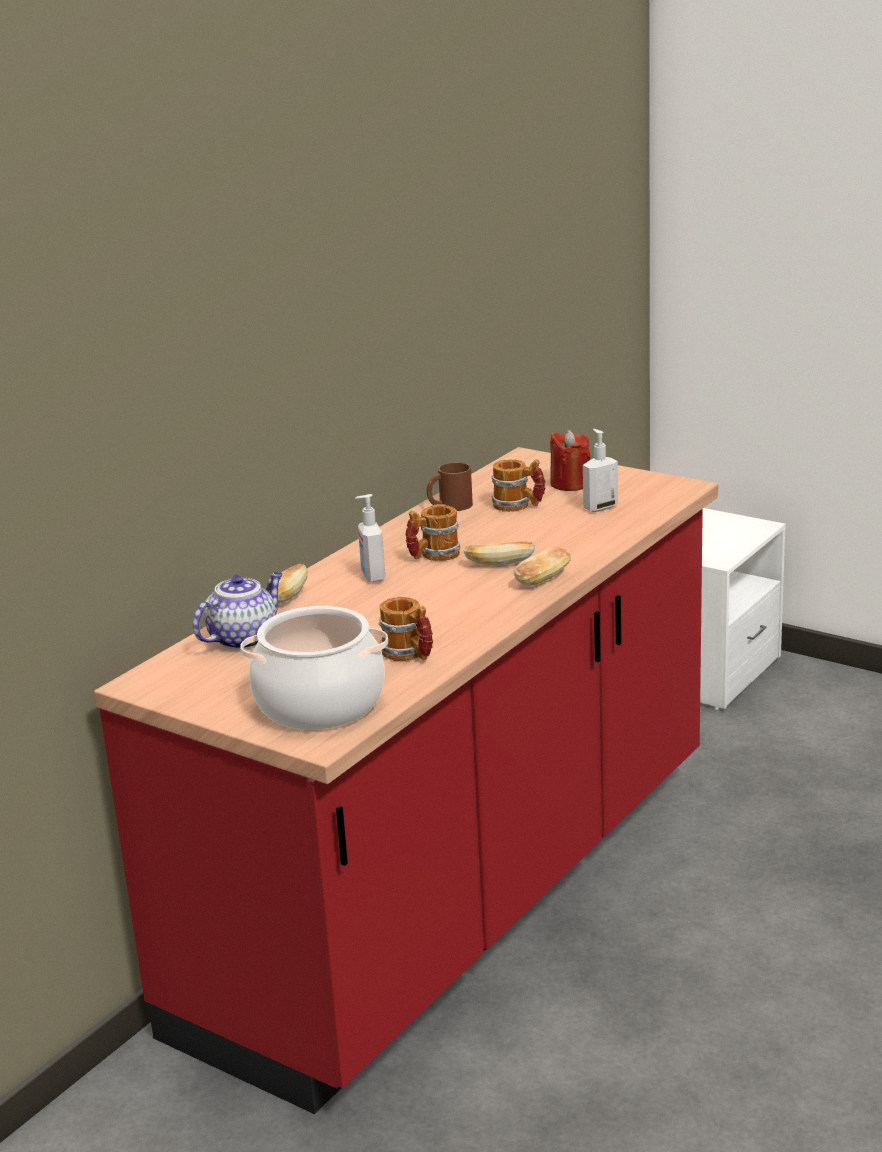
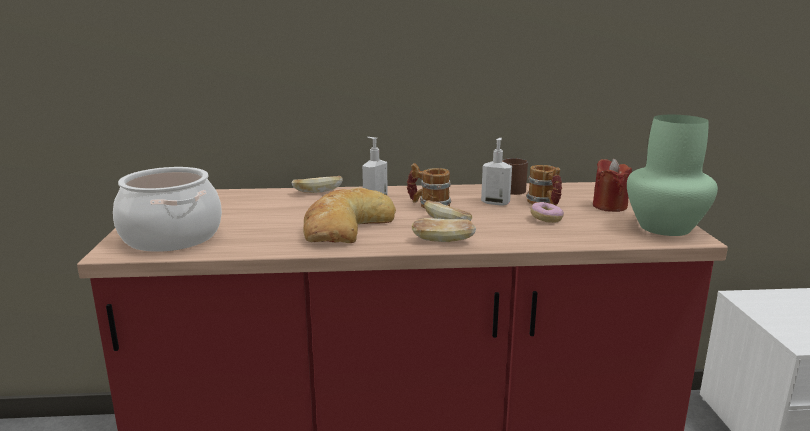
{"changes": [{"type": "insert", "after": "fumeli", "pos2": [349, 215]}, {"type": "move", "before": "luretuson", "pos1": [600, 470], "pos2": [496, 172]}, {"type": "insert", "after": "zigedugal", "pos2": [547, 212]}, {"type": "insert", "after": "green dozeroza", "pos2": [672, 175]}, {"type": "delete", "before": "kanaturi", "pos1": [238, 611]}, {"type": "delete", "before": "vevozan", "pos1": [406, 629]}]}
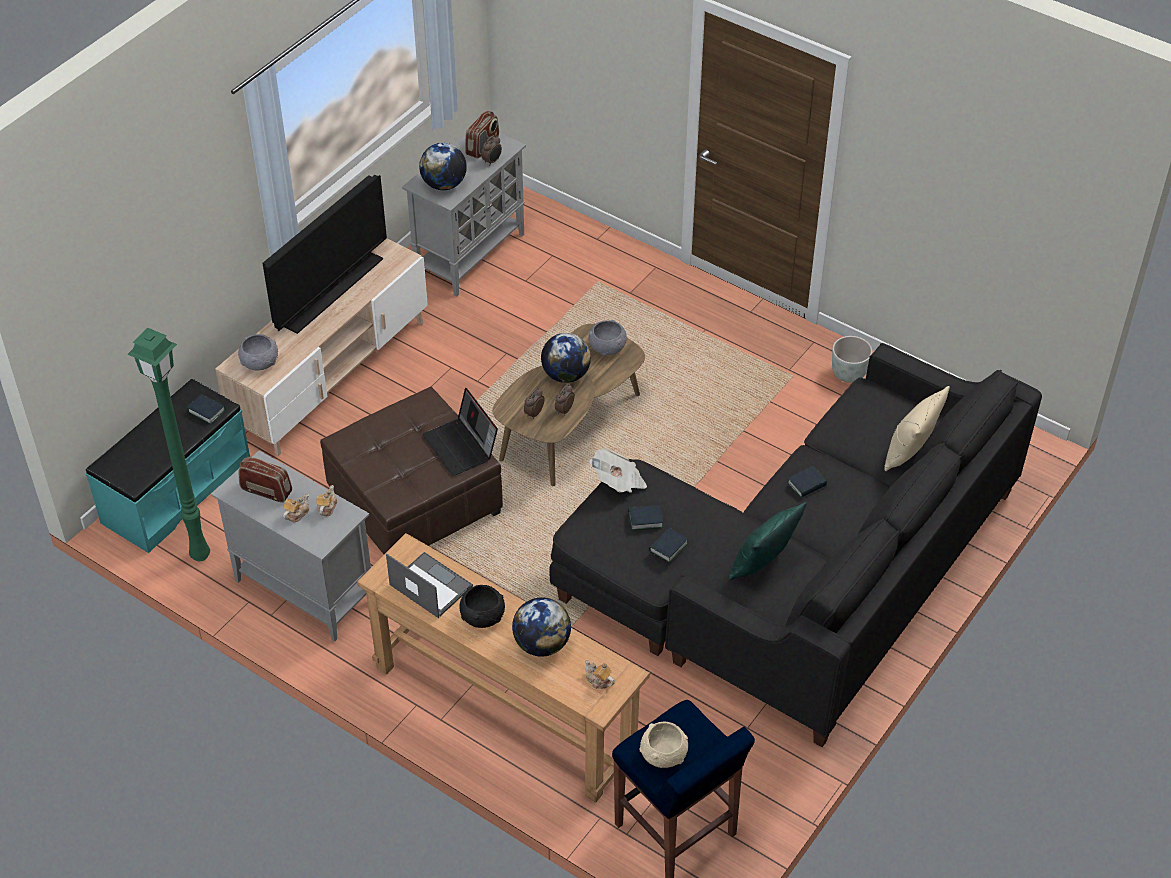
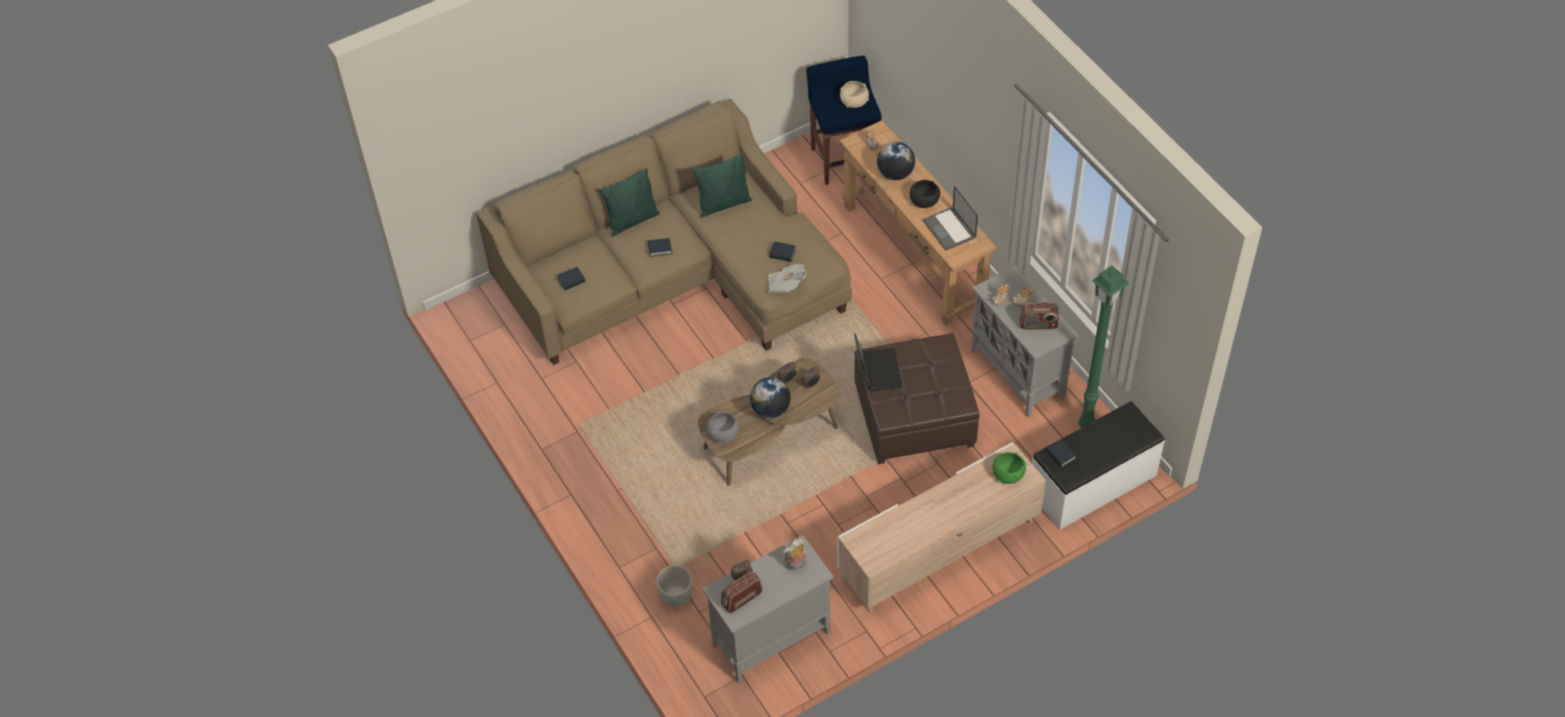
{"changes": [{"type": "recolor", "before": "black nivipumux", "after": "beige nivipumux", "pos1": [796, 545], "pos2": [664, 232]}, {"type": "move", "before": "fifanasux", "pos1": [668, 545], "pos2": [571, 278]}, {"type": "insert", "after": "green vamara", "pos2": [629, 202]}, {"type": "move", "before": "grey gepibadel", "pos1": [852, 359], "pos2": [674, 585]}, {"type": "replace", "before": "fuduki", "after": "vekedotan", "pos1": [443, 166], "pos2": [794, 554]}, {"type": "recolor", "before": "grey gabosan", "after": "green gabosan", "pos1": [258, 352], "pos2": [1009, 468]}, {"type": "rotate", "before": "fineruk", "pos1": [265, 480], "pos2": [1039, 315], "turn": -45}, {"type": "recolor", "before": "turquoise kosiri", "after": "white kosiri", "pos1": [168, 466], "pos2": [1098, 465]}, {"type": "delete", "before": "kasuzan", "pos1": [325, 254]}, {"type": "delete", "before": "beige vamara", "pos1": [917, 428]}]}
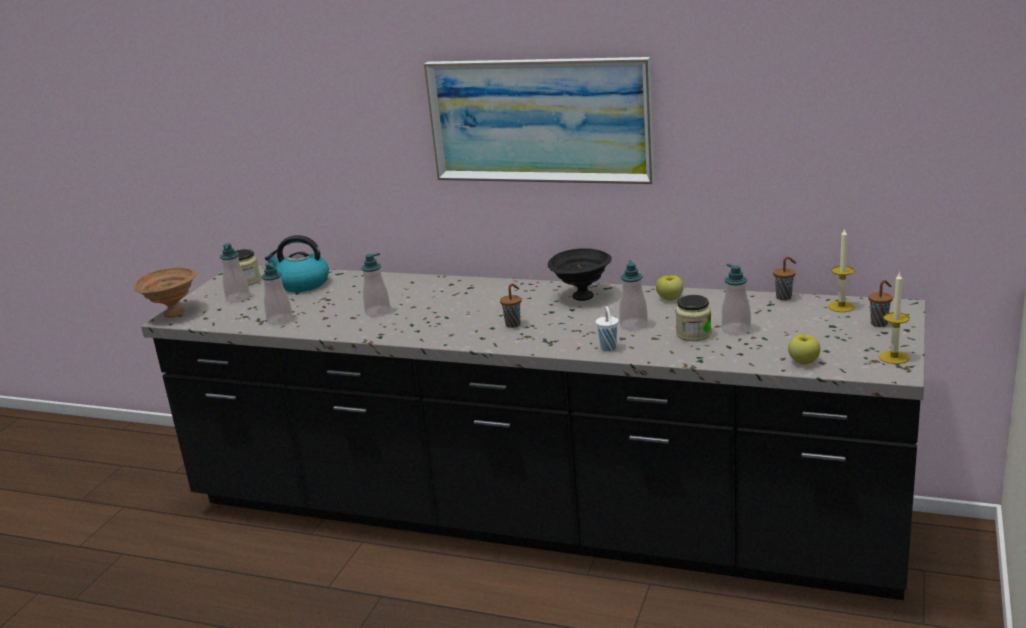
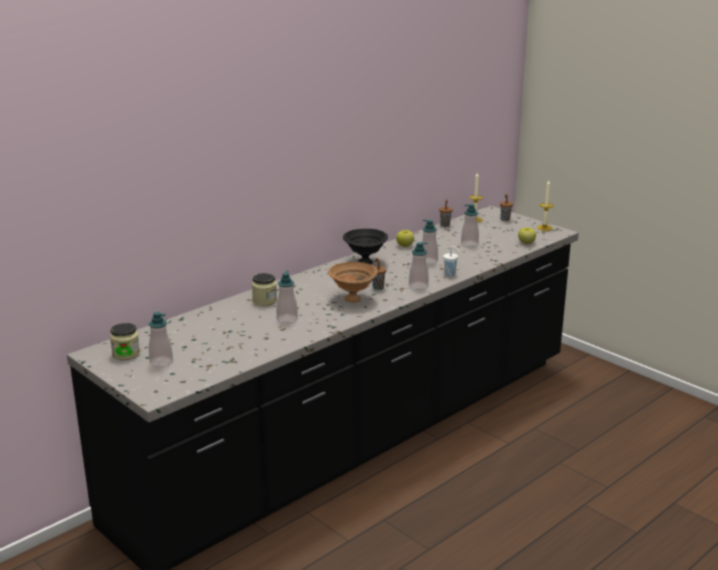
{"changes": [{"type": "move", "before": "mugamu", "pos1": [693, 318], "pos2": [264, 289]}, {"type": "move", "before": "brown gabosan", "pos1": [164, 293], "pos2": [353, 282]}, {"type": "move", "before": "luretuson", "pos1": [277, 294], "pos2": [419, 266]}, {"type": "delete", "before": "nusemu", "pos1": [297, 263]}, {"type": "delete", "before": "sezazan", "pos1": [539, 120]}]}
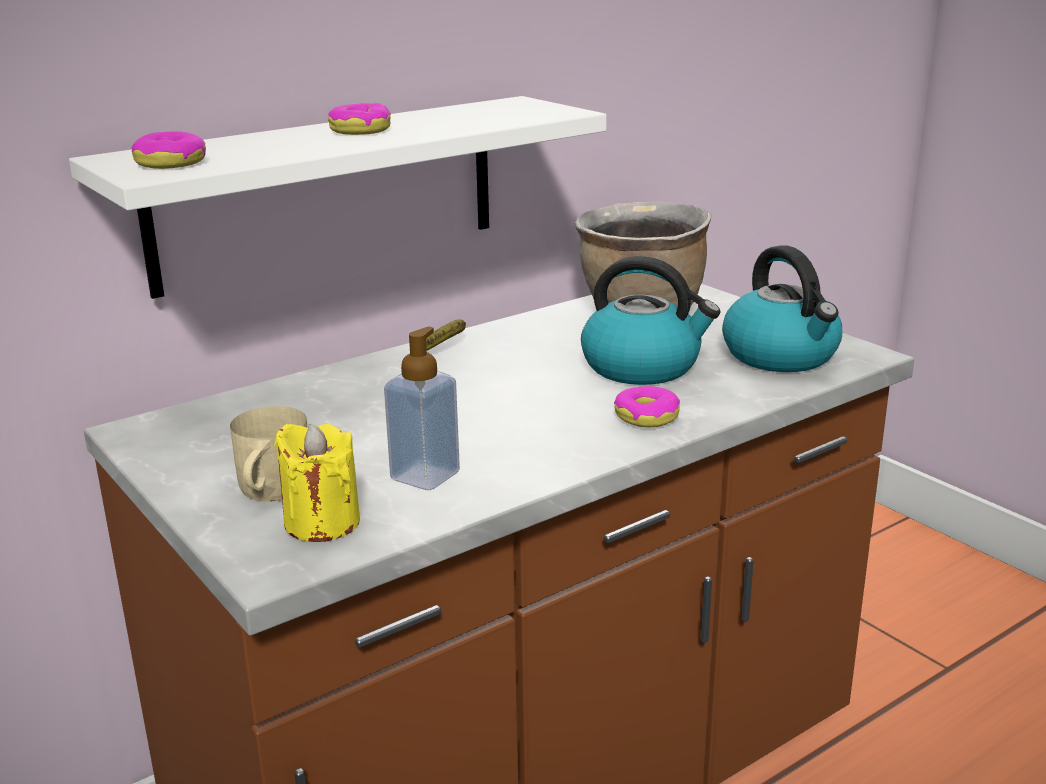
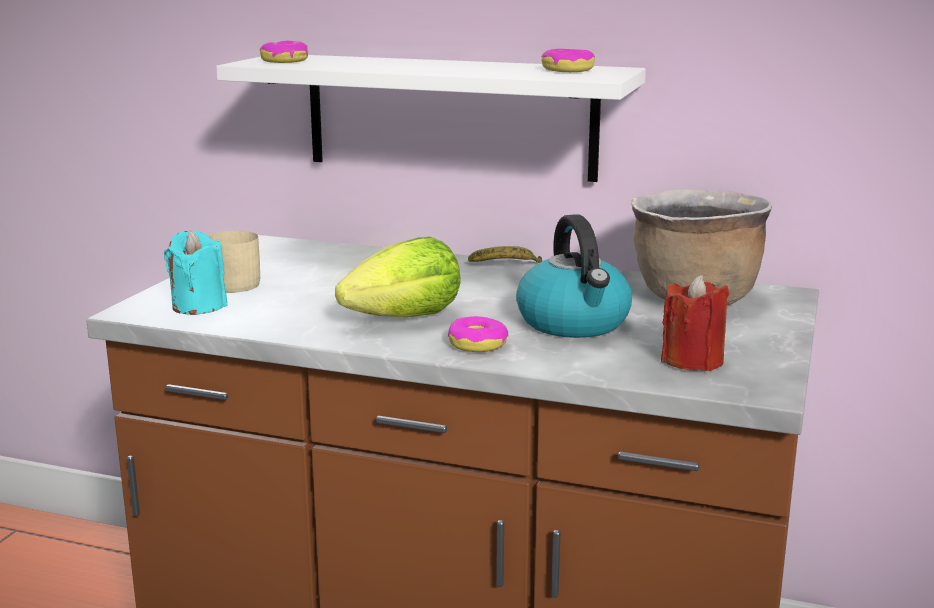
{"changes": [{"type": "recolor", "before": "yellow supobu", "after": "turquoise supobu", "pos1": [317, 483], "pos2": [195, 273]}, {"type": "insert", "after": "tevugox", "pos2": [398, 276]}, {"type": "move", "before": "zigedugal", "pos1": [359, 119], "pos2": [568, 60]}, {"type": "replace", "before": "nusemu", "after": "red supobu", "pos1": [782, 308], "pos2": [695, 323]}, {"type": "delete", "before": "luretuson", "pos1": [422, 408]}]}
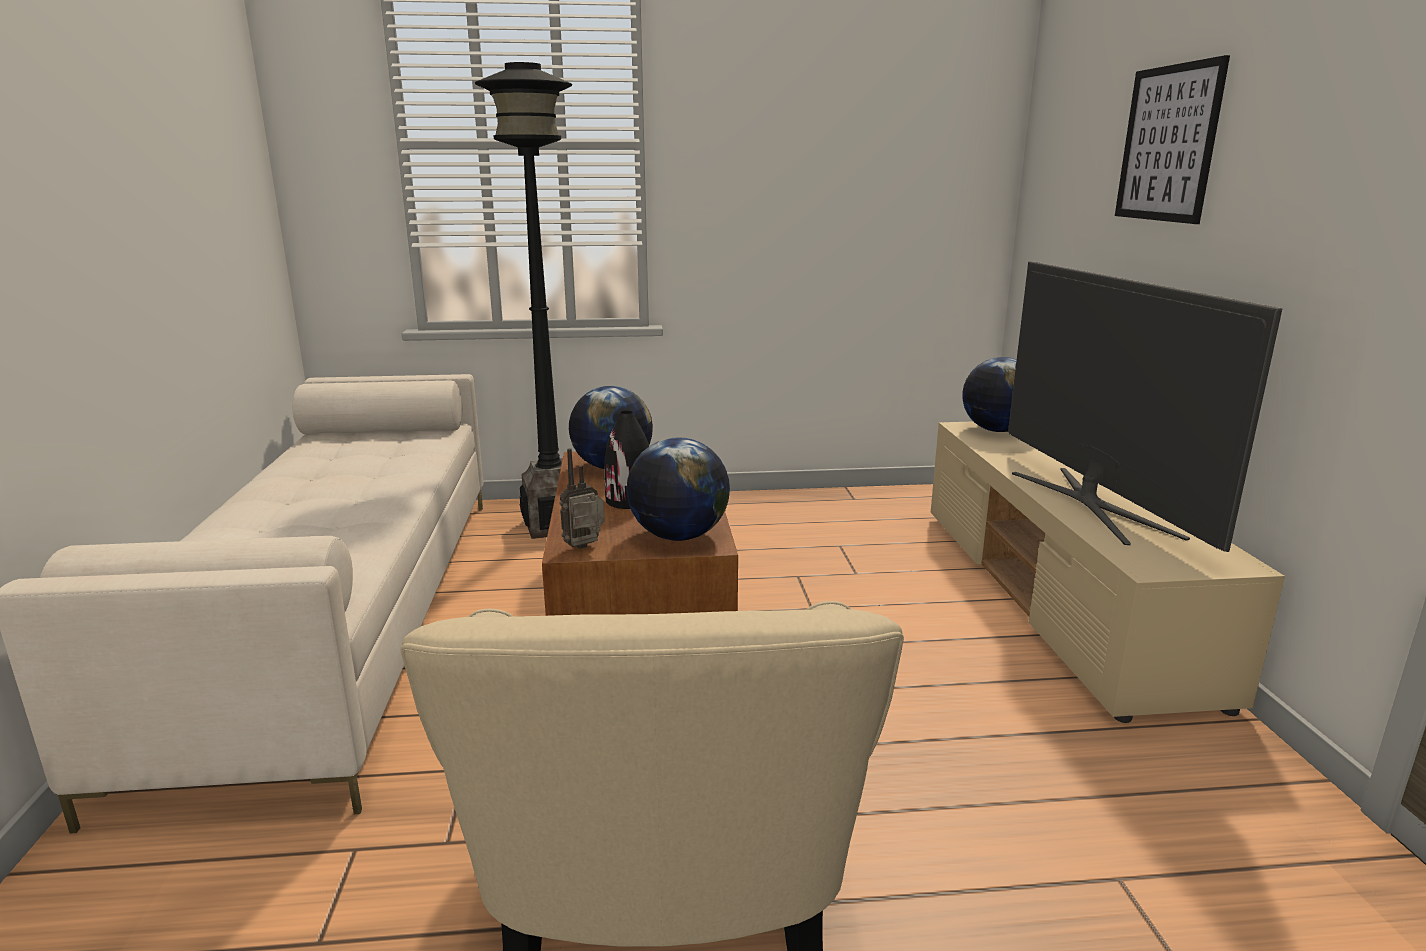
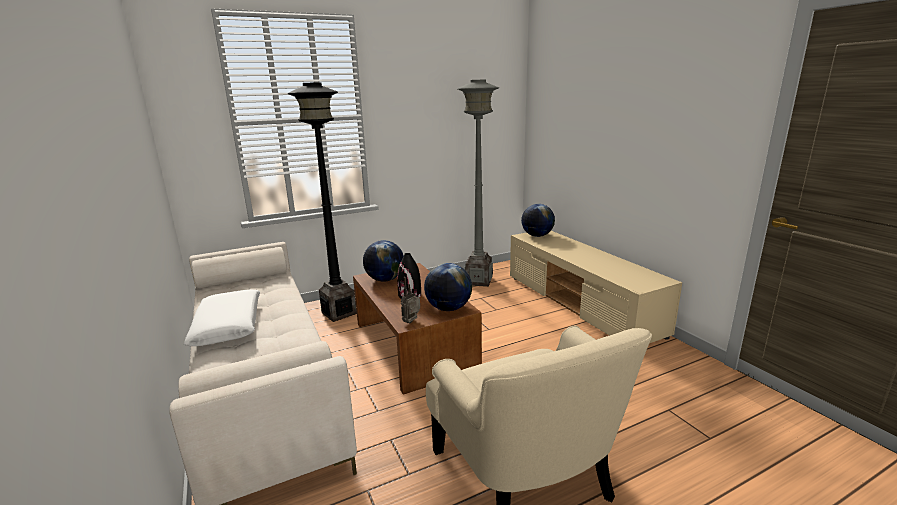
{"changes": [{"type": "insert", "after": "white vamara", "pos2": [222, 318]}, {"type": "insert", "after": "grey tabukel", "pos2": [478, 183]}, {"type": "delete", "before": "kasuzan", "pos1": [1145, 406]}, {"type": "delete", "before": "sezazan", "pos1": [1172, 139]}]}
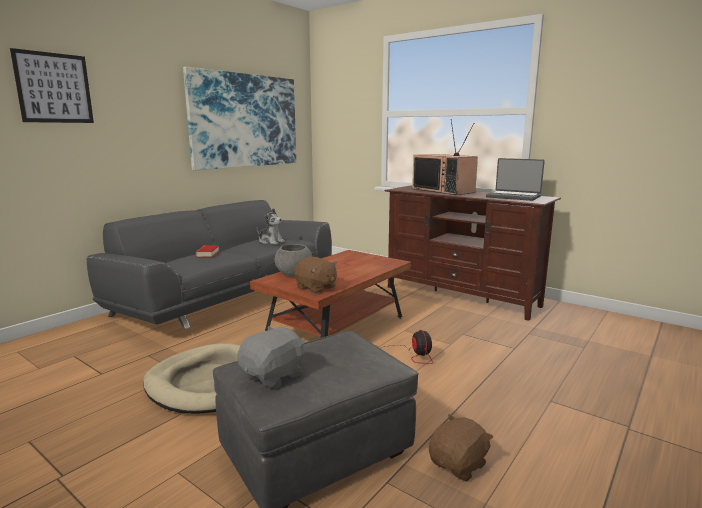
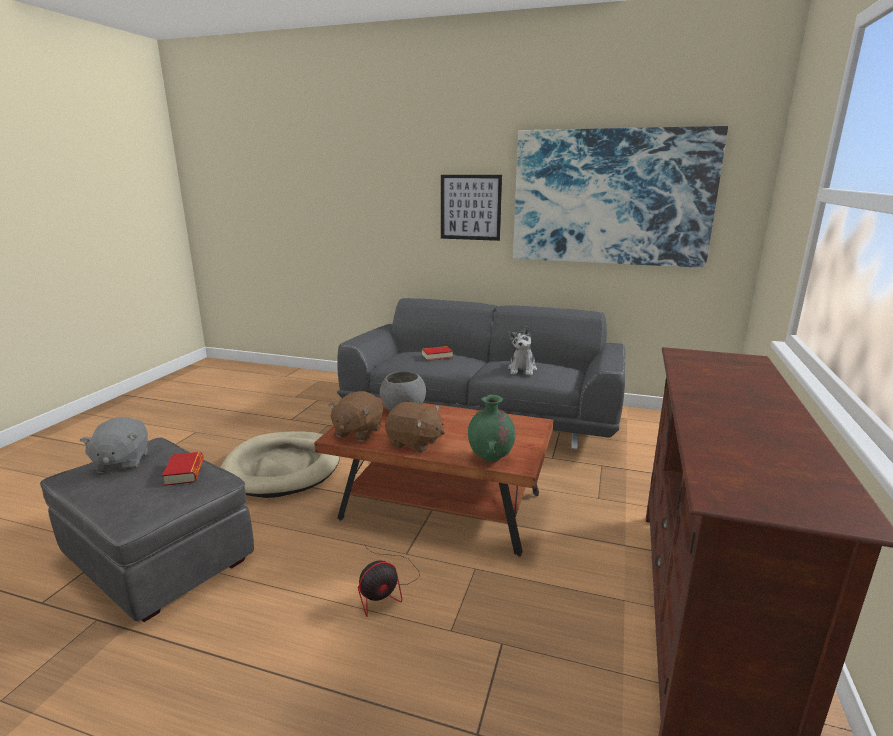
{"changes": [{"type": "rotate", "before": "grey vekedotan", "pos1": [271, 357], "pos2": [114, 445], "turn": 60}, {"type": "insert", "after": "fifanasux", "pos2": [183, 469]}, {"type": "move", "before": "brown vekedotan", "pos1": [461, 447], "pos2": [415, 427]}, {"type": "move", "before": "sezazan", "pos1": [52, 85], "pos2": [471, 208]}, {"type": "insert", "after": "green dozeroza", "pos2": [491, 428]}, {"type": "delete", "before": "kasuzan", "pos1": [445, 157]}, {"type": "delete", "before": "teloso", "pos1": [515, 179]}]}
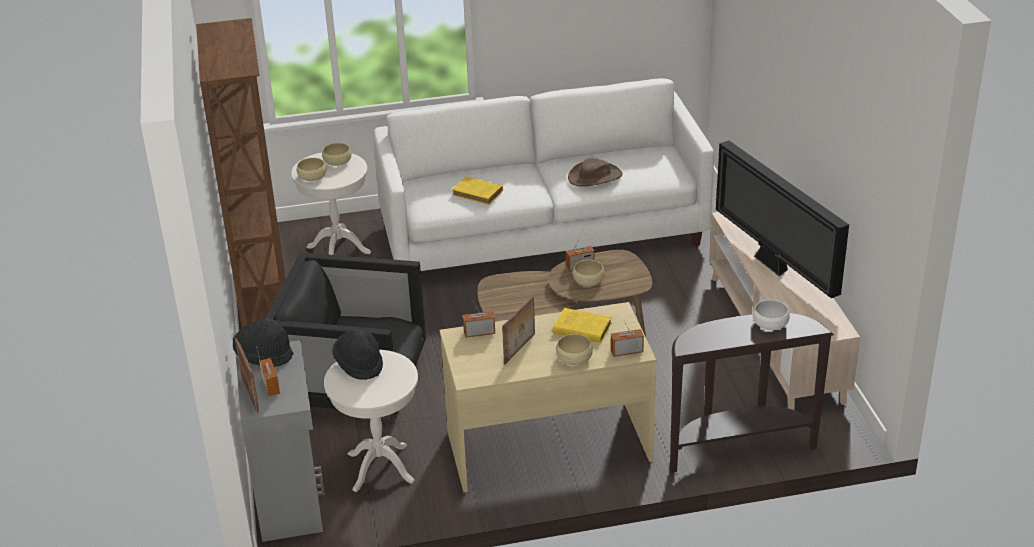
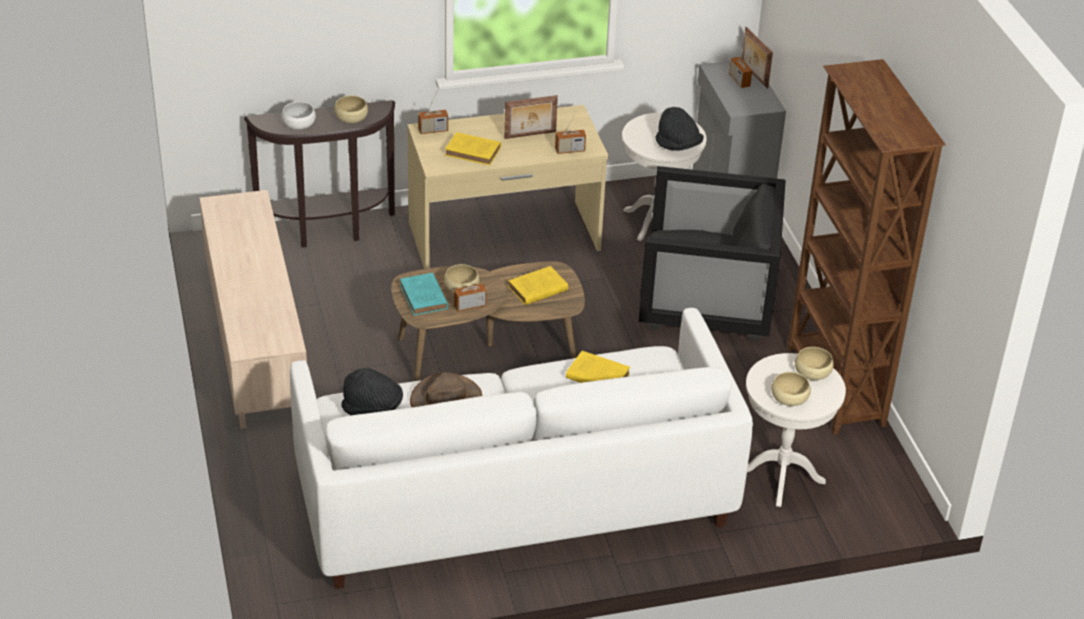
{"changes": [{"type": "move", "before": "beige gabosan", "pos1": [574, 349], "pos2": [351, 109]}, {"type": "move", "before": "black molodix", "pos1": [263, 342], "pos2": [372, 391]}, {"type": "insert", "after": "turquoise fifanasux", "pos2": [424, 294]}, {"type": "rotate", "before": "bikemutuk", "pos1": [518, 330], "pos2": [531, 117], "turn": -135}, {"type": "insert", "after": "yellow fifanasux", "pos2": [538, 285]}, {"type": "delete", "before": "kasuzan", "pos1": [782, 219]}]}
